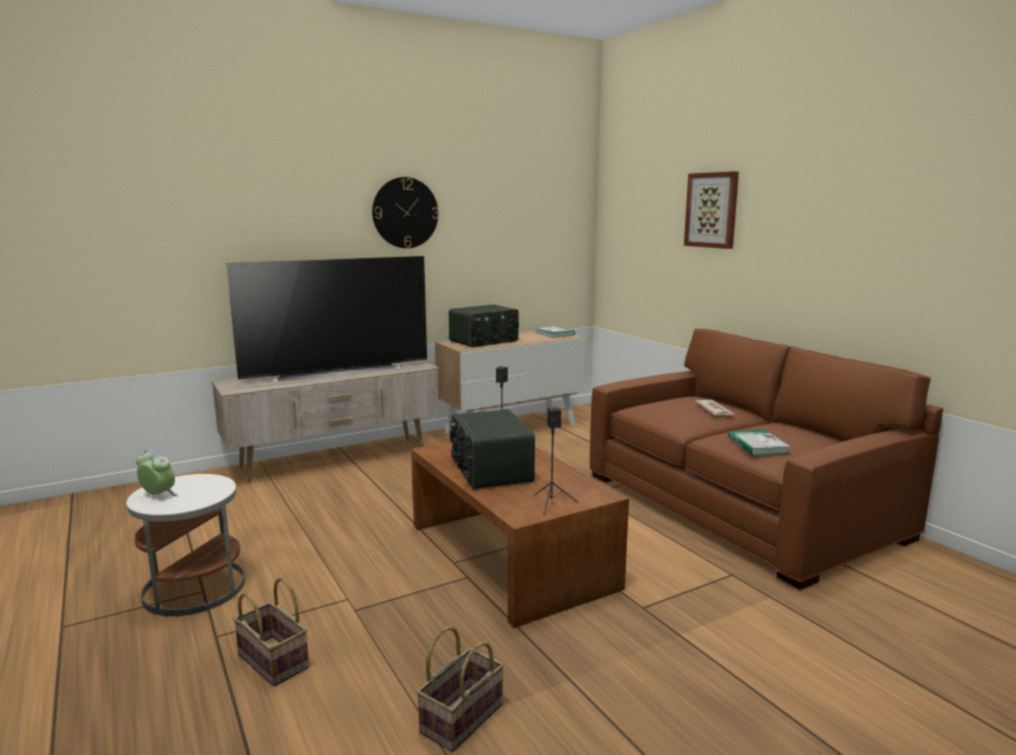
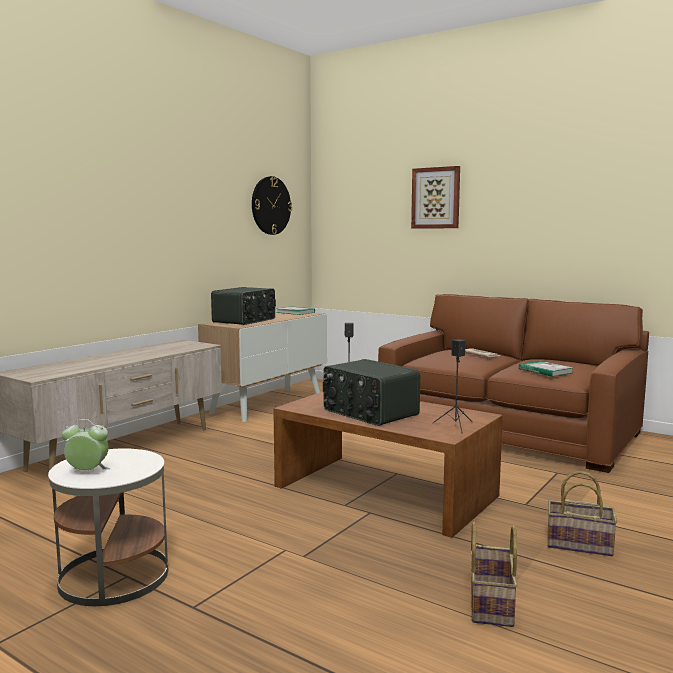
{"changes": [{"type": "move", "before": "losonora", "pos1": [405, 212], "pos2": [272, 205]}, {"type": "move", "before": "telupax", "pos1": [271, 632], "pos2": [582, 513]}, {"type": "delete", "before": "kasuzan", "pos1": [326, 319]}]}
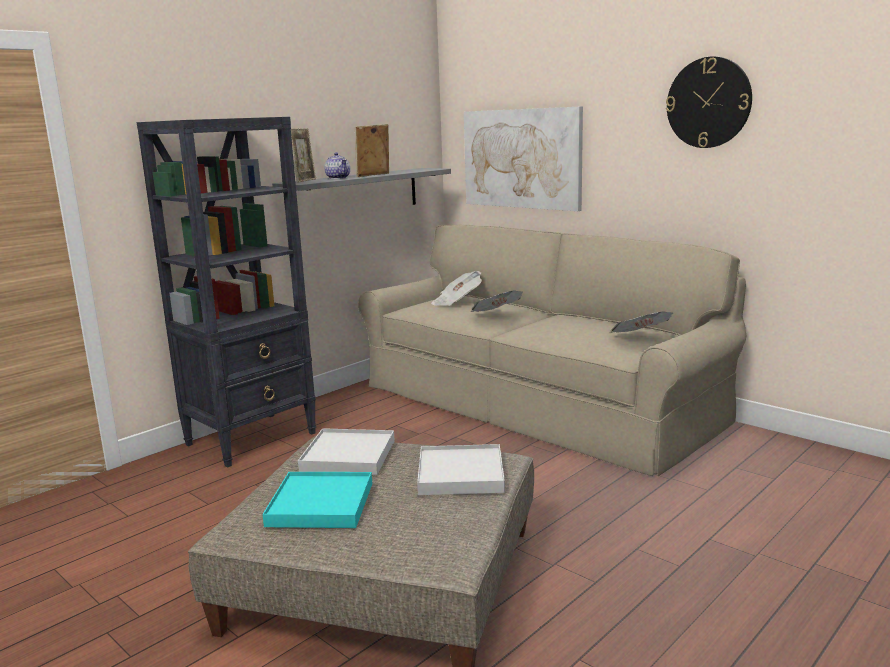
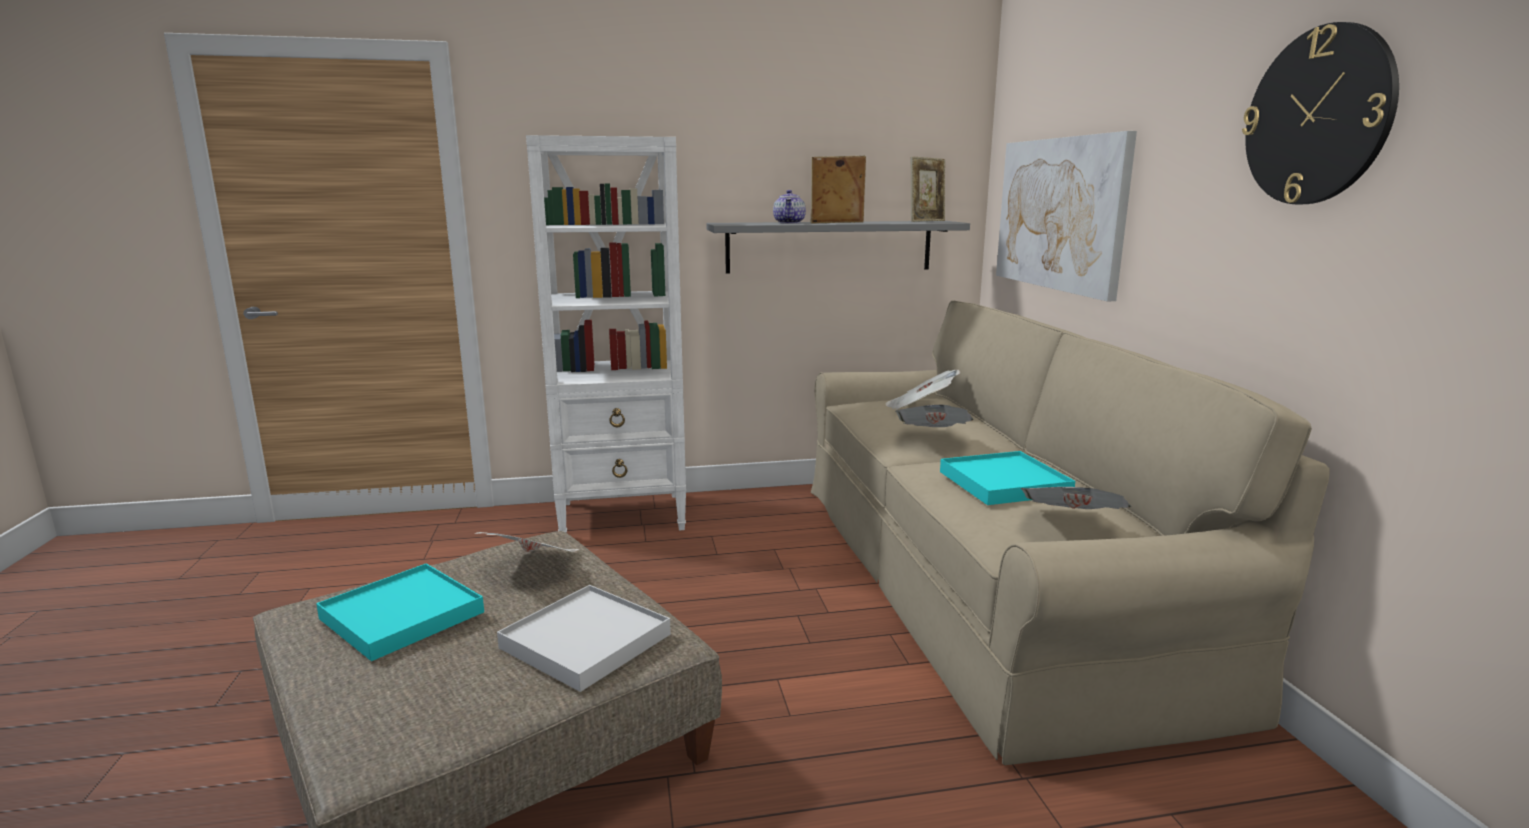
{"changes": [{"type": "replace", "before": "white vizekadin", "after": "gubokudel", "pos1": [346, 451], "pos2": [527, 542]}, {"type": "recolor", "before": "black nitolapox", "after": "white nitolapox", "pos1": [226, 292], "pos2": [606, 334]}, {"type": "move", "before": "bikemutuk", "pos1": [303, 155], "pos2": [928, 189]}, {"type": "insert", "after": "turquoise vizekadin", "pos2": [1007, 478]}]}
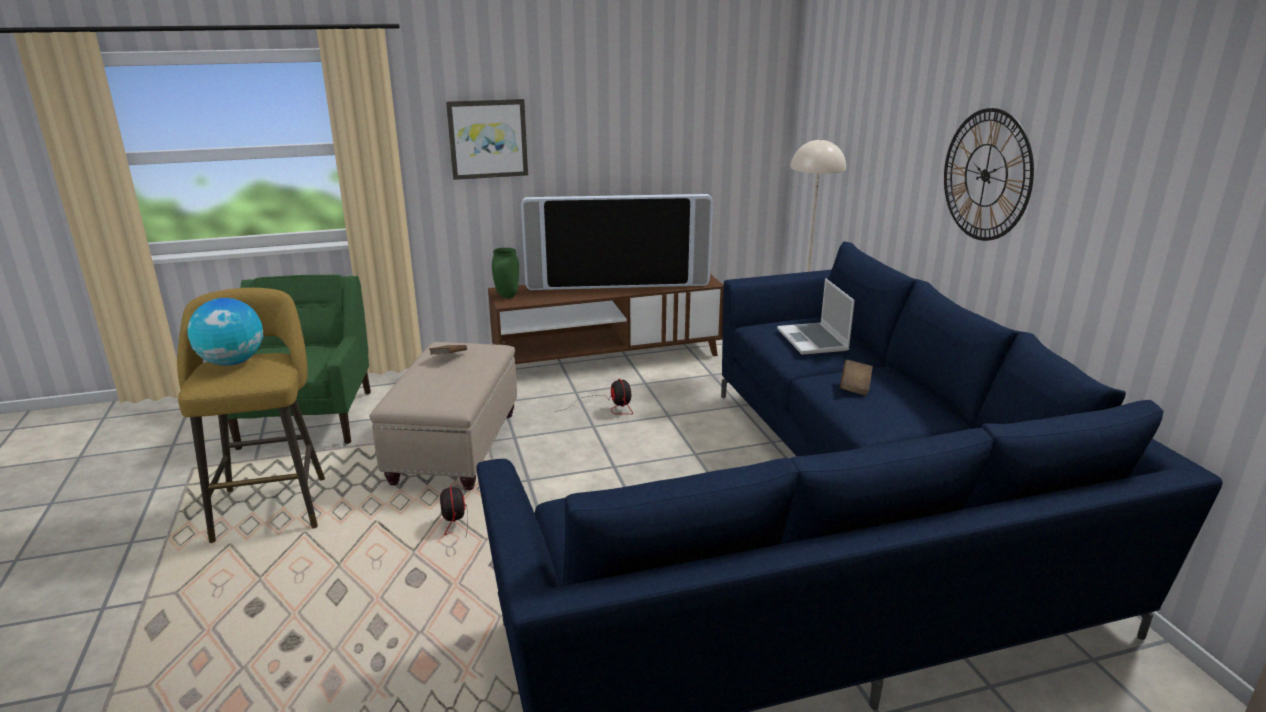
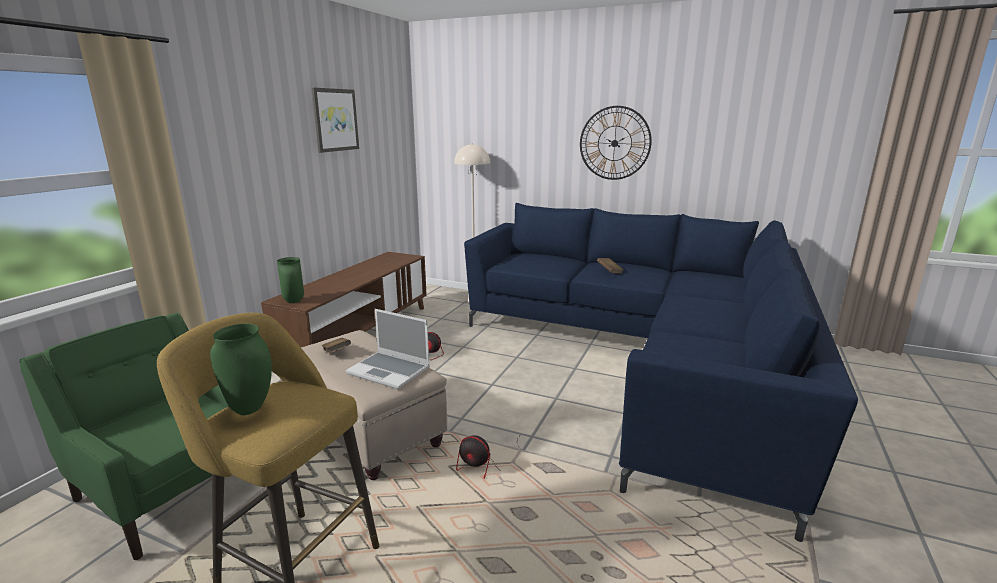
{"changes": [{"type": "replace", "before": "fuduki", "after": "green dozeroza", "pos1": [225, 332], "pos2": [241, 369]}, {"type": "move", "before": "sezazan", "pos1": [487, 139], "pos2": [335, 120]}, {"type": "move", "before": "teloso", "pos1": [816, 316], "pos2": [388, 349]}, {"type": "delete", "before": "kasuzan", "pos1": [617, 242]}]}
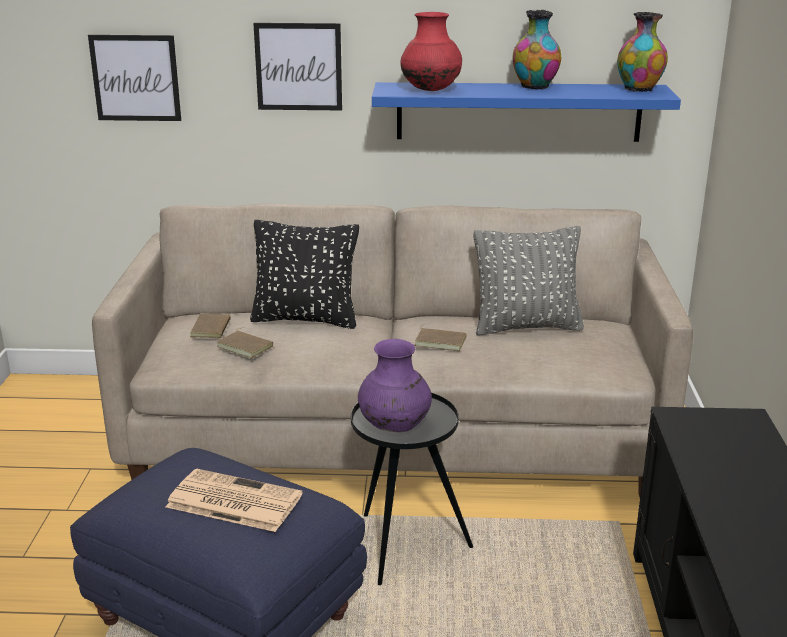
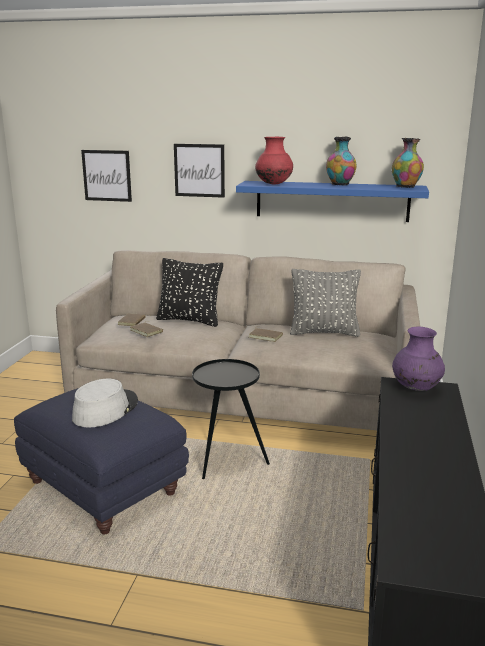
{"changes": [{"type": "replace", "before": "gubokudel", "after": "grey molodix", "pos1": [234, 500], "pos2": [105, 403]}, {"type": "move", "before": "purple dozeroza", "pos1": [395, 385], "pos2": [418, 358]}]}
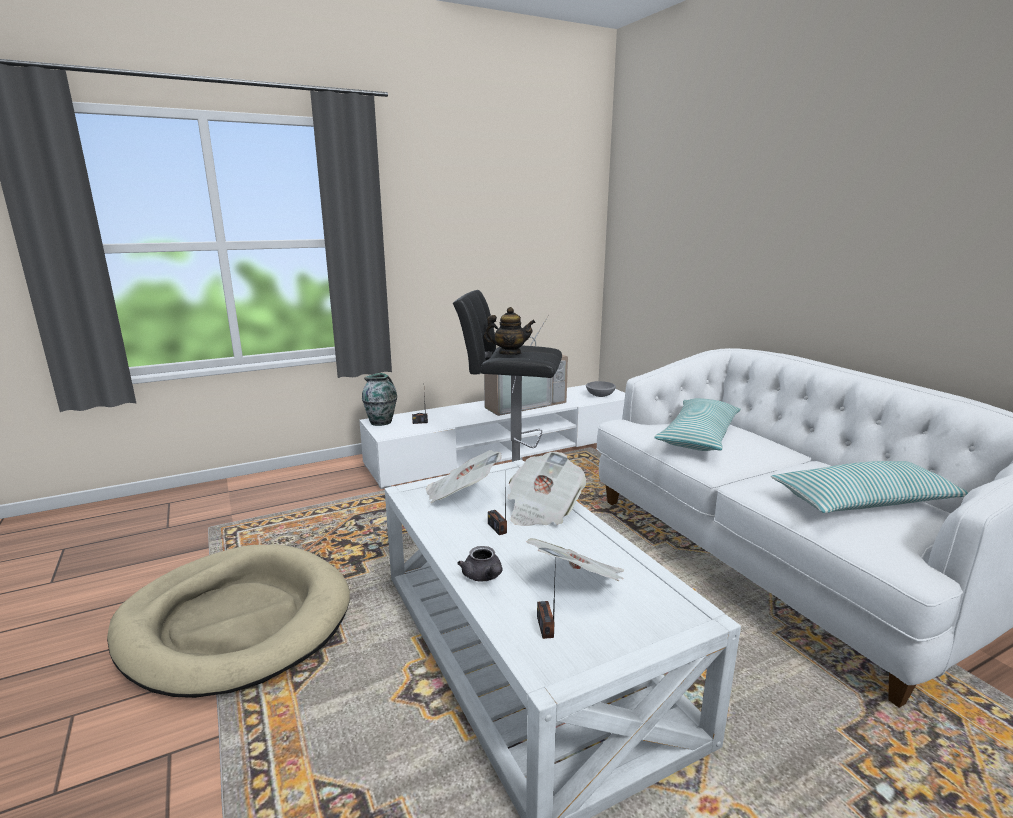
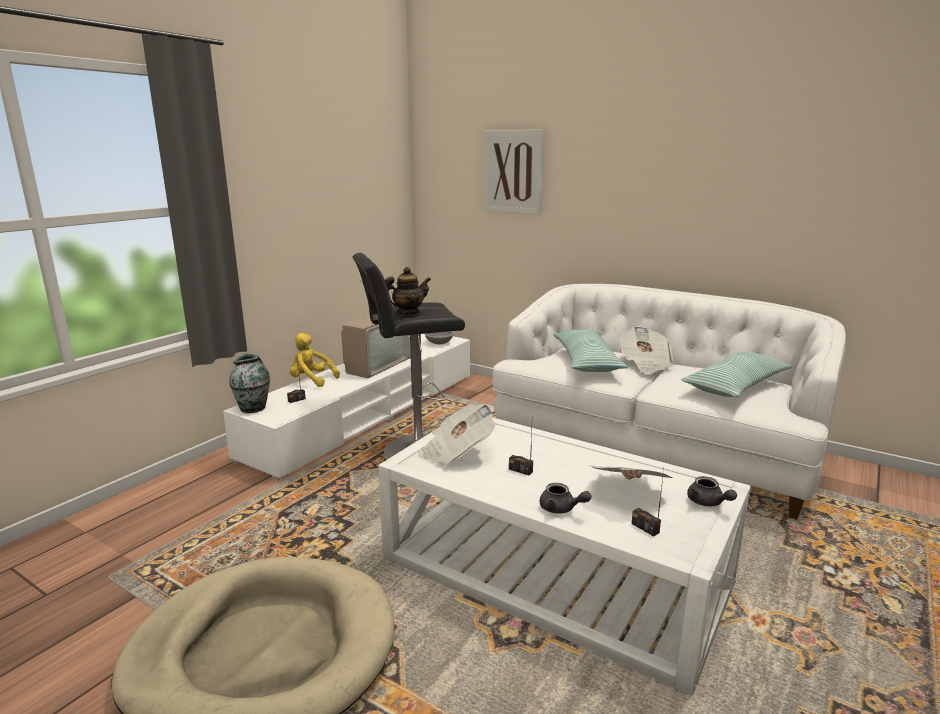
{"changes": [{"type": "insert", "after": "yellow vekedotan", "pos2": [315, 360]}, {"type": "insert", "after": "sezazan", "pos2": [514, 172]}, {"type": "move", "before": "gubokudel", "pos1": [547, 488], "pos2": [646, 350]}, {"type": "insert", "after": "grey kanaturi", "pos2": [712, 491]}]}
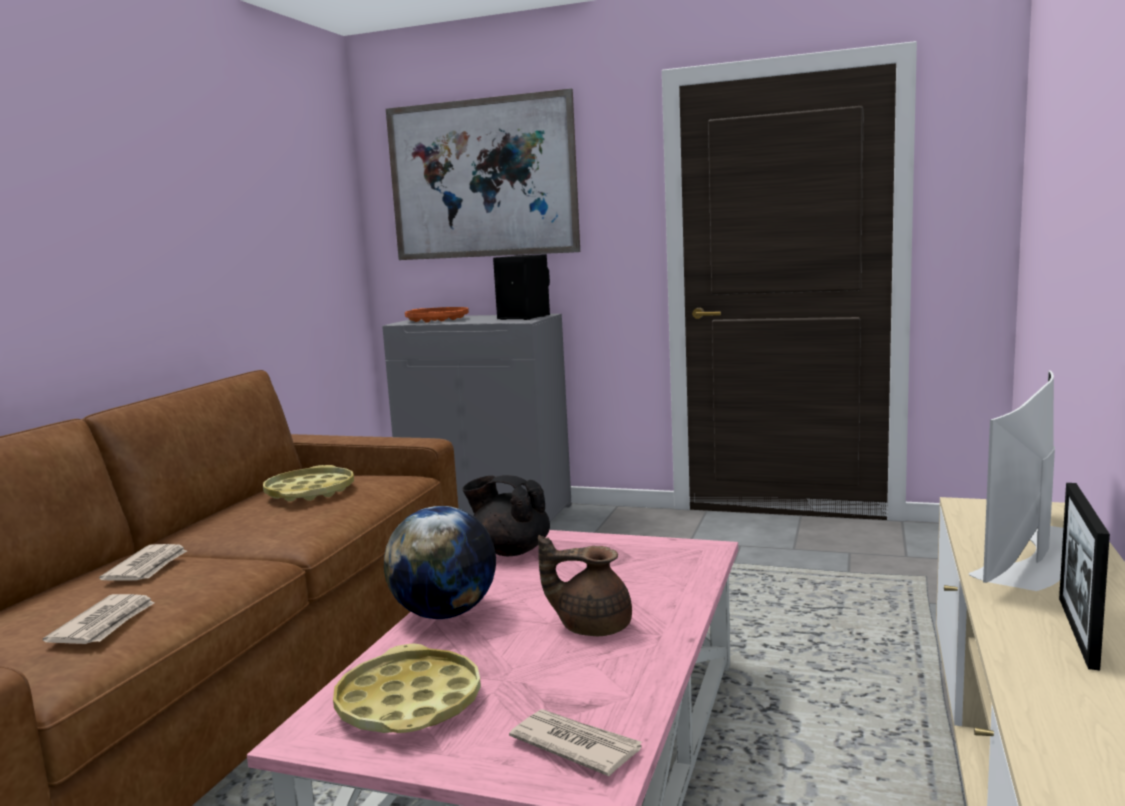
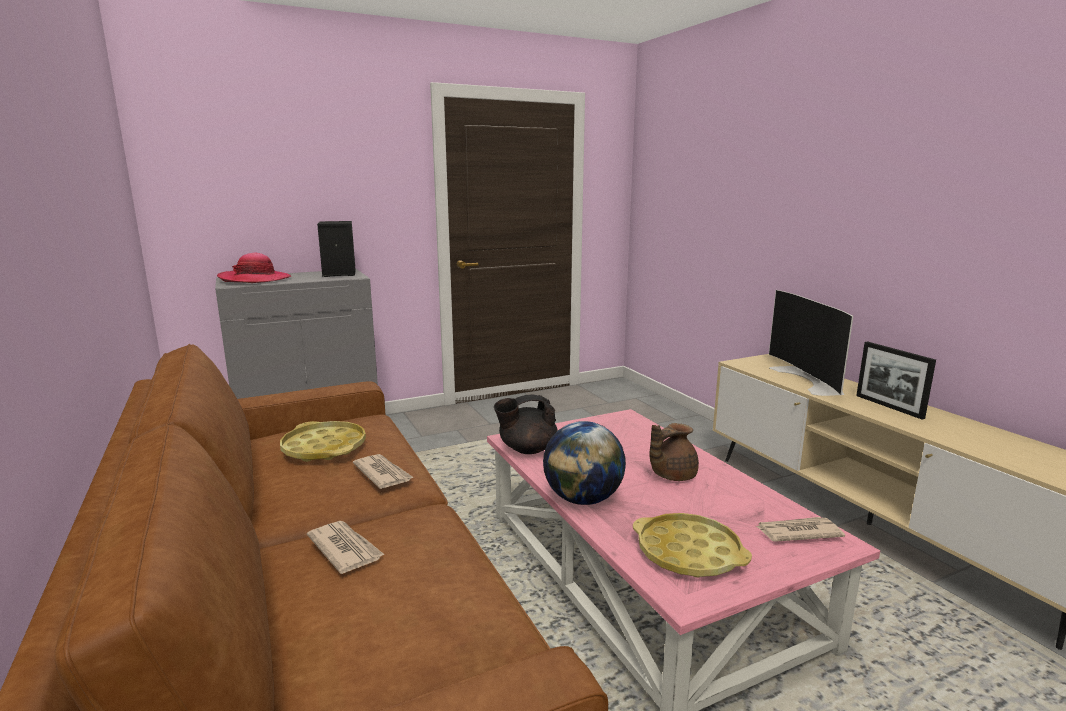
{"changes": [{"type": "replace", "before": "orange vizekadin", "after": "molodix", "pos1": [437, 314], "pos2": [254, 268]}, {"type": "move", "before": "gubokudel", "pos1": [99, 619], "pos2": [383, 471]}, {"type": "delete", "before": "sezazan", "pos1": [483, 174]}]}
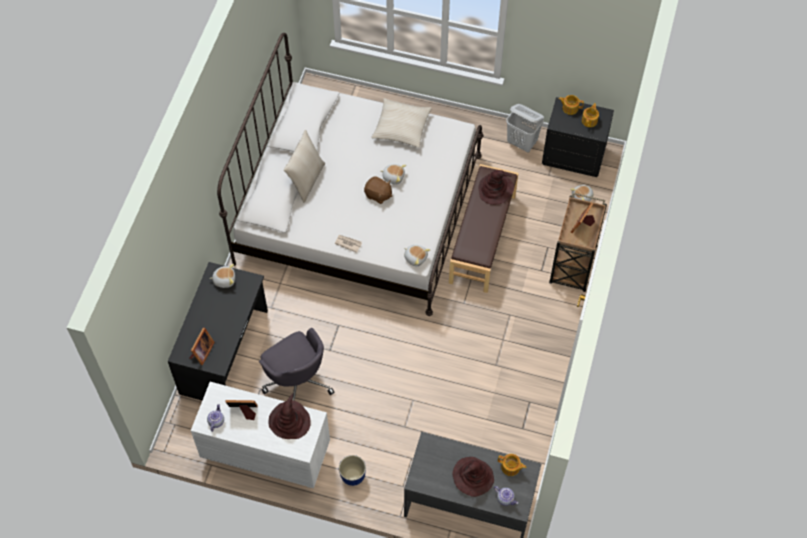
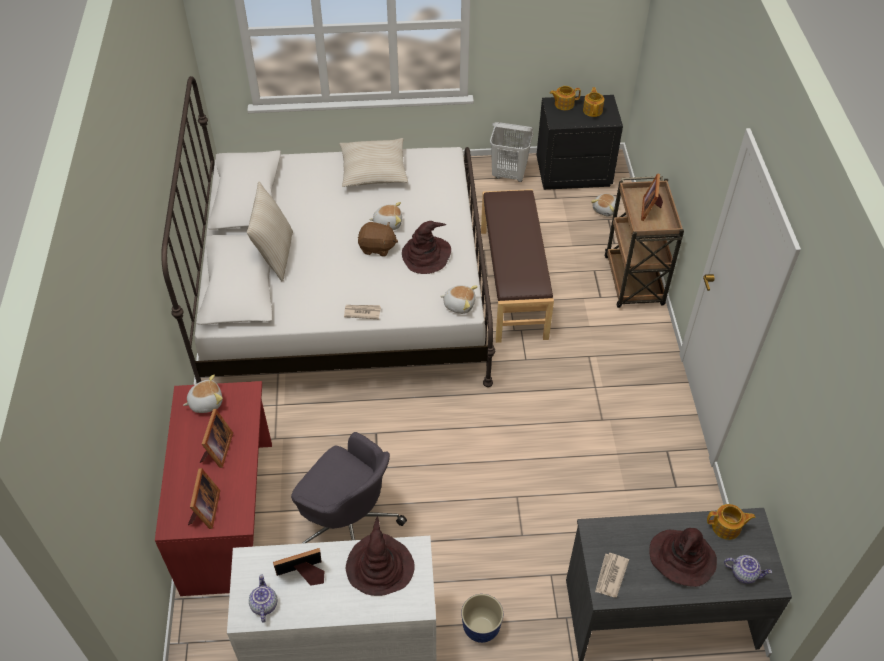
{"changes": [{"type": "recolor", "before": "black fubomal", "after": "red fubomal", "pos1": [218, 331], "pos2": [213, 488]}, {"type": "insert", "after": "bikemutuk", "pos2": [216, 438]}, {"type": "move", "before": "brown molodix", "pos1": [496, 187], "pos2": [426, 247]}, {"type": "insert", "after": "gubokudel", "pos2": [612, 575]}]}
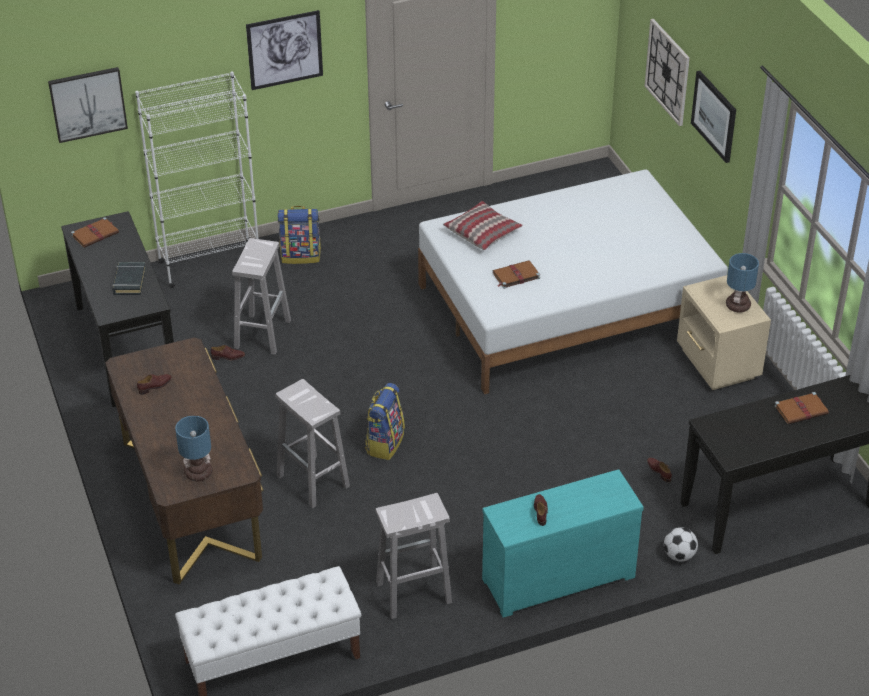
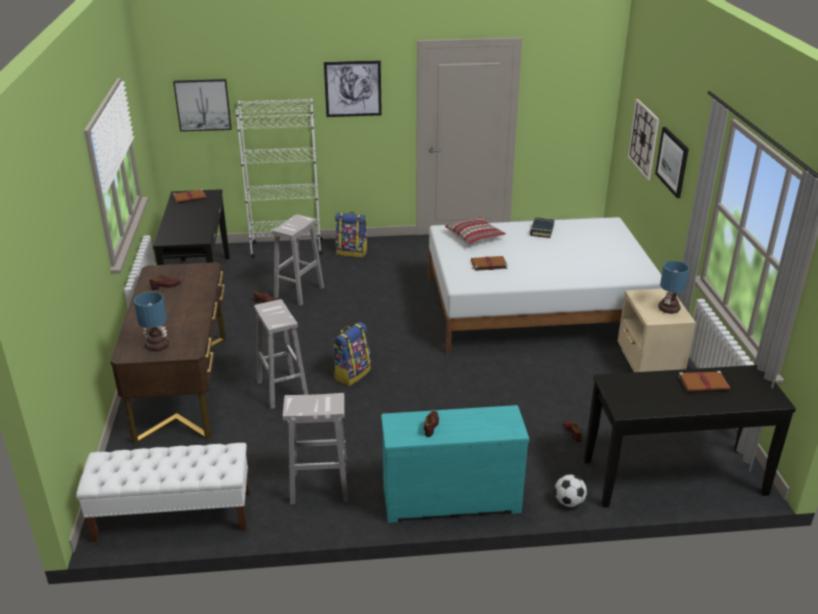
{"changes": [{"type": "move", "before": "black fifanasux", "pos1": [129, 278], "pos2": [542, 227]}]}
